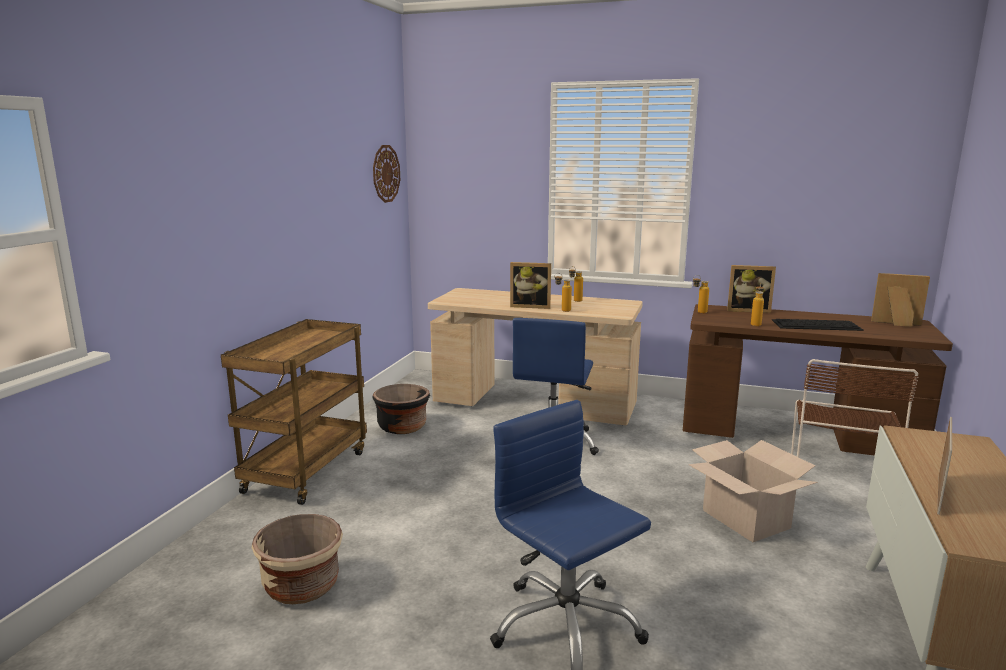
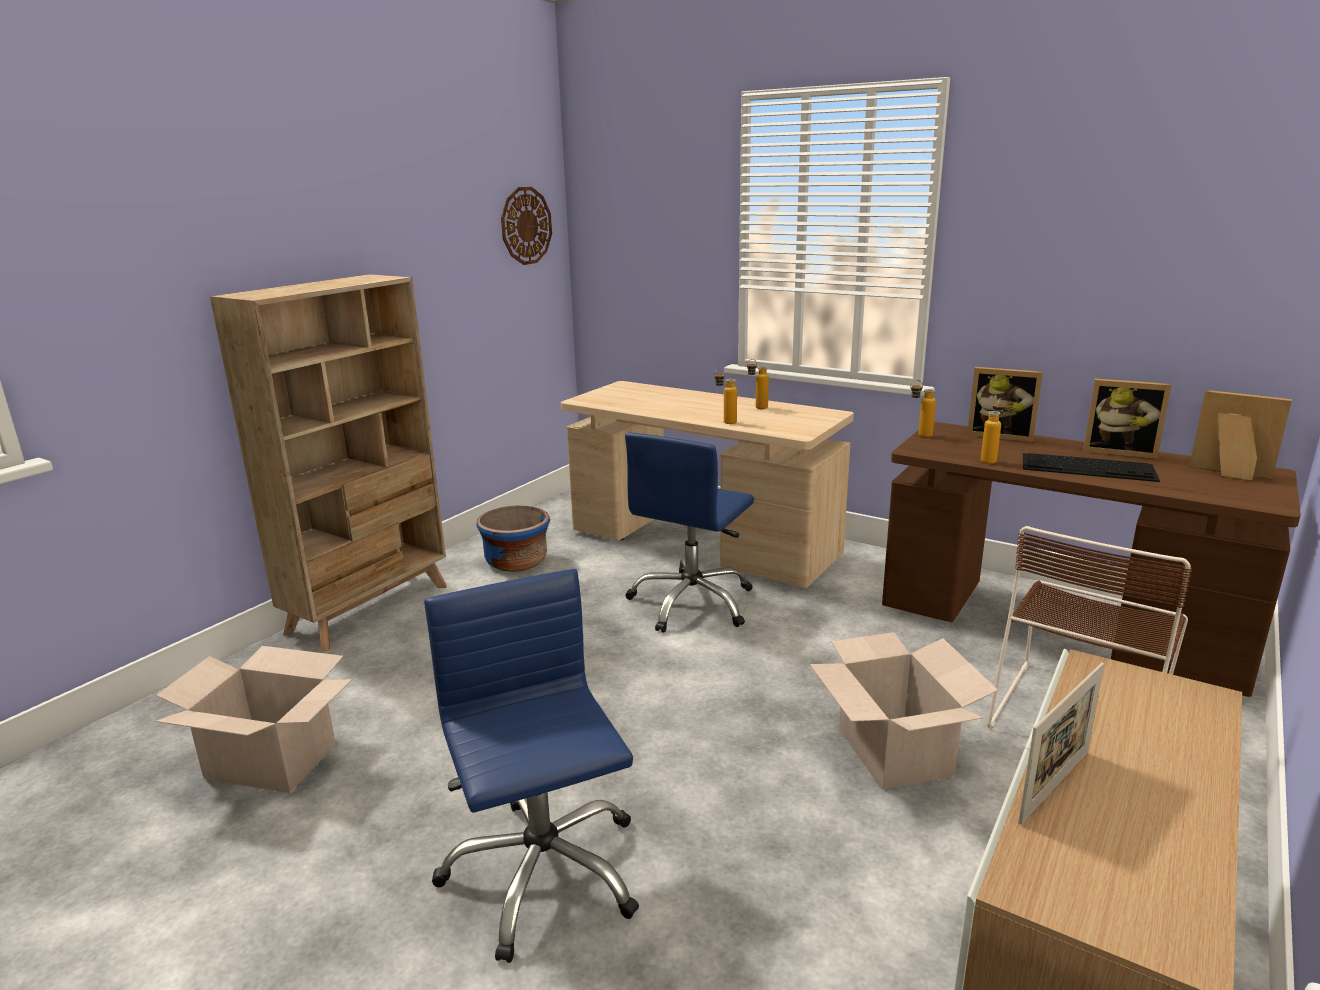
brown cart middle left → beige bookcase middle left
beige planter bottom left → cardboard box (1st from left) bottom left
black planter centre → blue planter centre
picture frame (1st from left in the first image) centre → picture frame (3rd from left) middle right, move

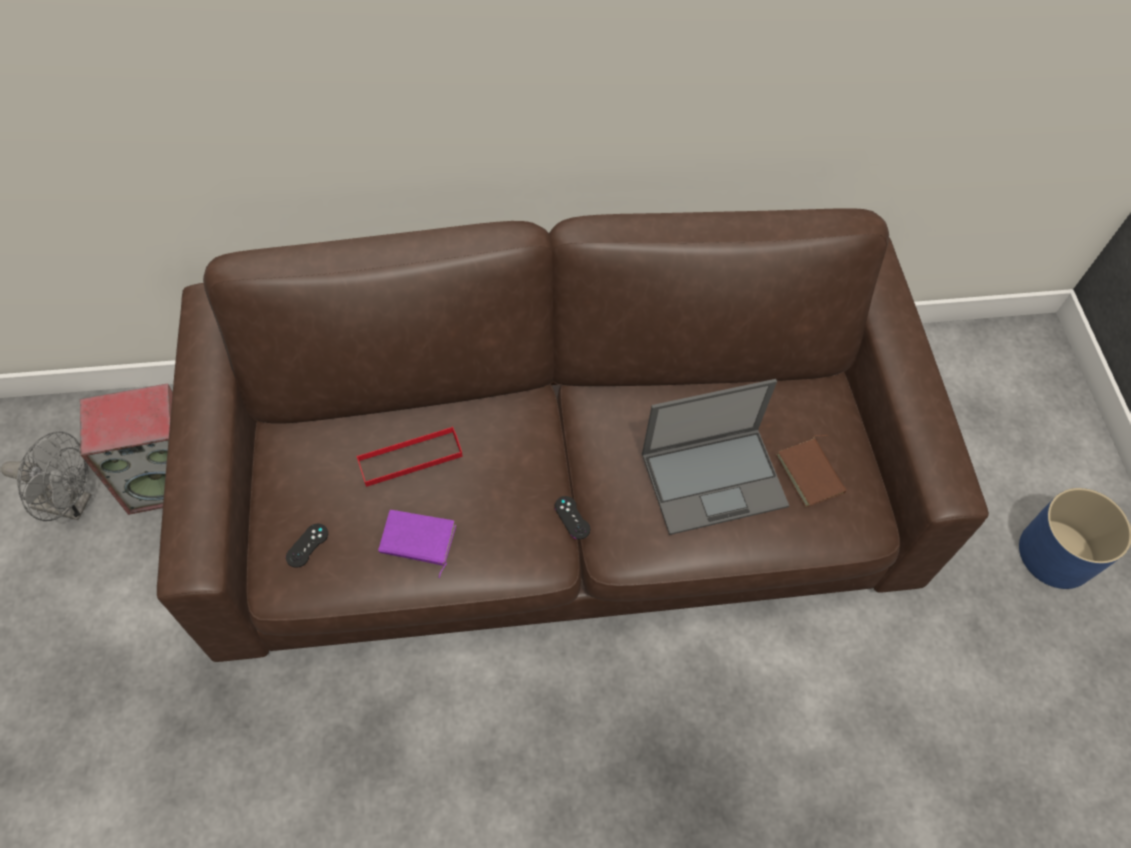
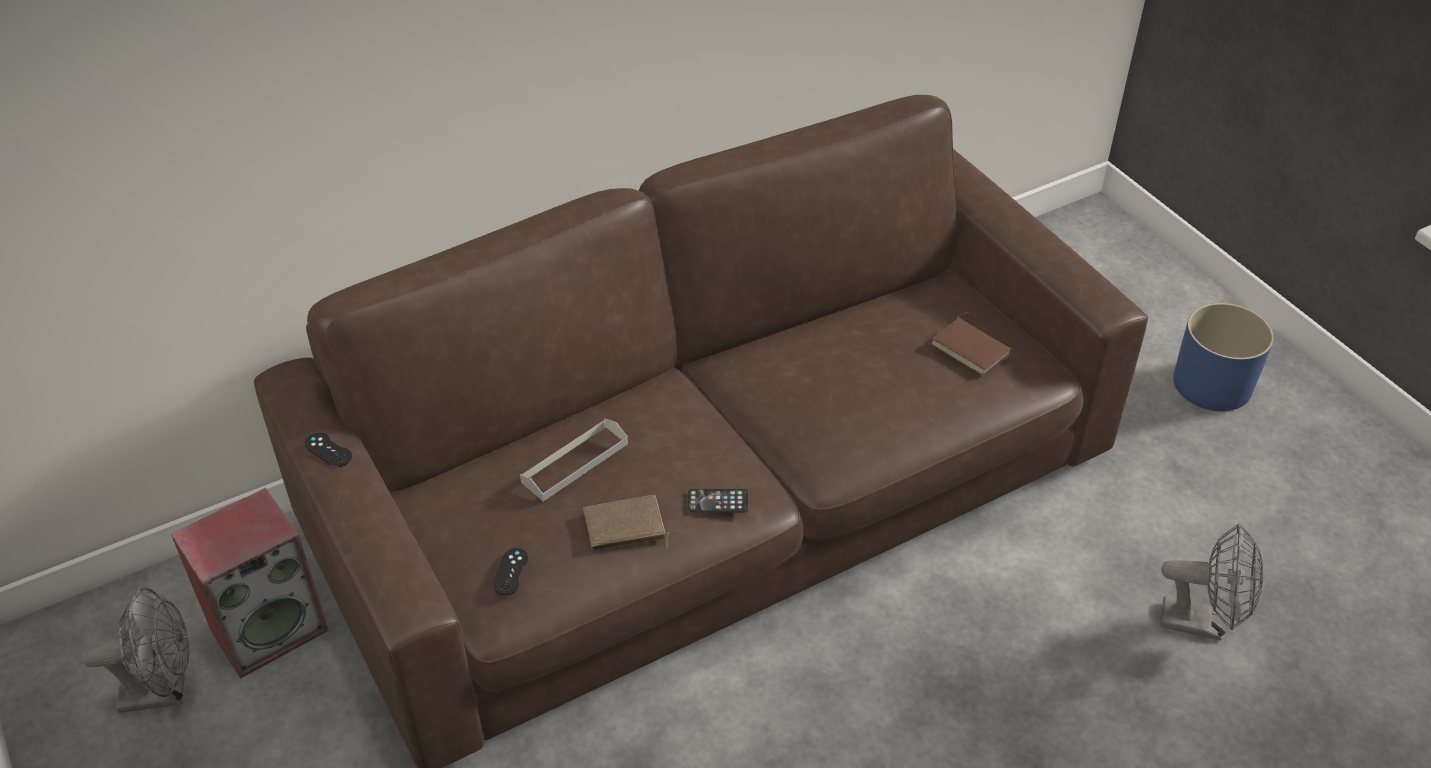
red tray centre → grey tray centre
purple book centre → brown book (1st from left) bottom centre
black game controller (2nd from left in the first image) centre → black game controller (1st from left) middle left, move
laptop centre → -
- → phone centre
- → grey fan (2nd from left) bottom right

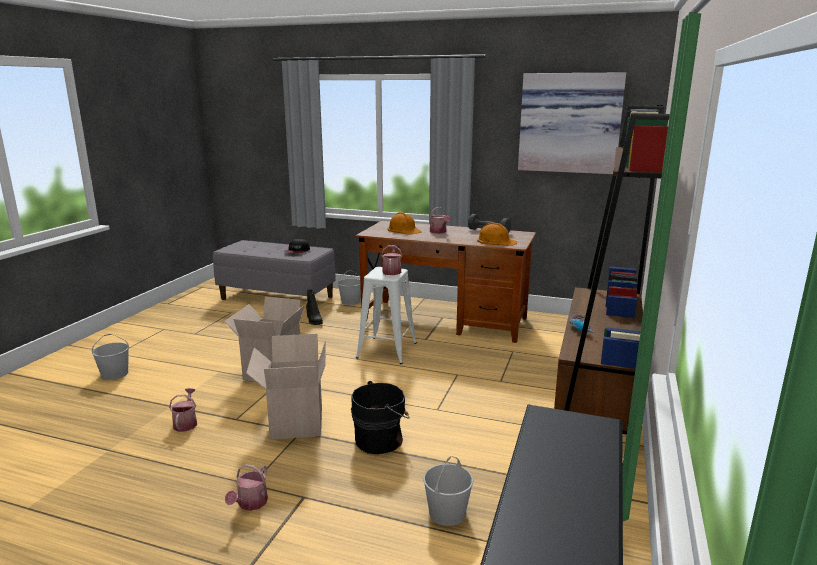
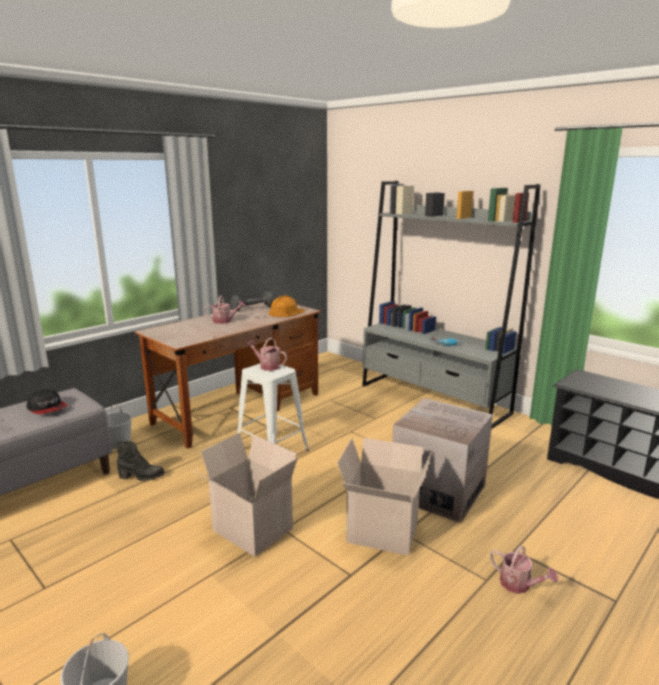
watering can (1st from left) bottom left → -
black bucket bottom centre → cardboard box (3rd from left) bottom right
orange hard hat (1st from left) centre → -
white bucket (3rd from left) bottom centre → -
picture top right → -
brown bookcase middle right → grey bookcase middle right

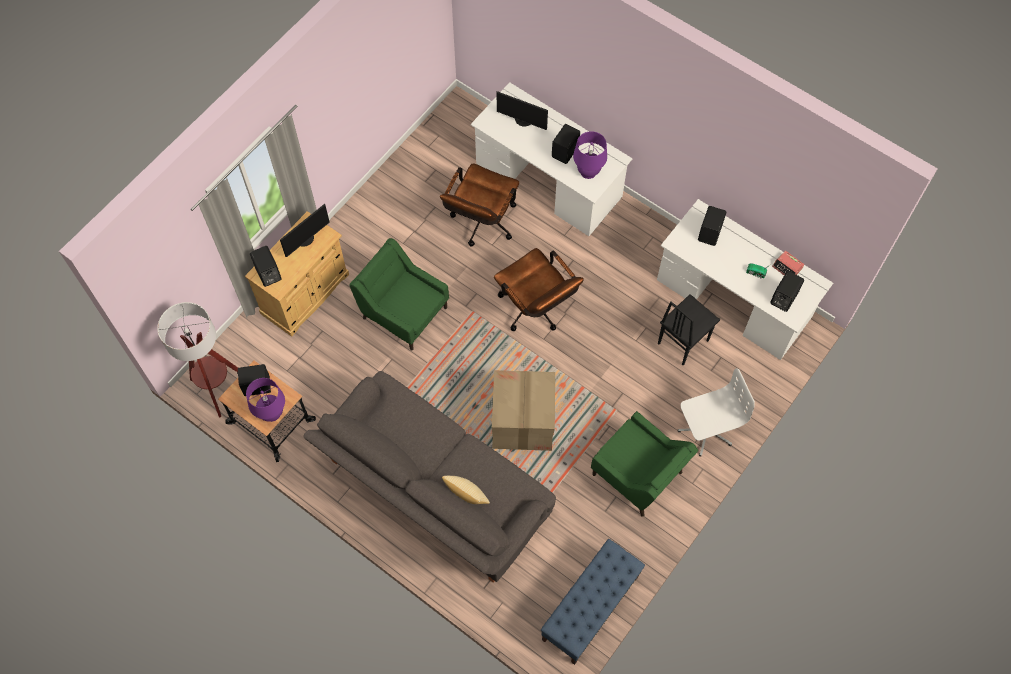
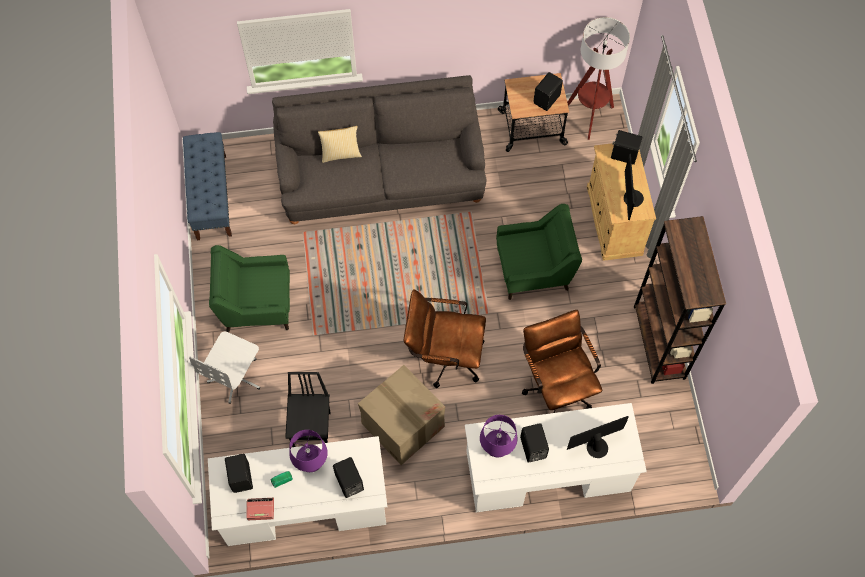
purple table lamp (1st from left) middle left → purple table lamp (1st from left) bottom centre, move
cardboard box centre → cardboard box bottom centre, move
- → brown bookcase middle right

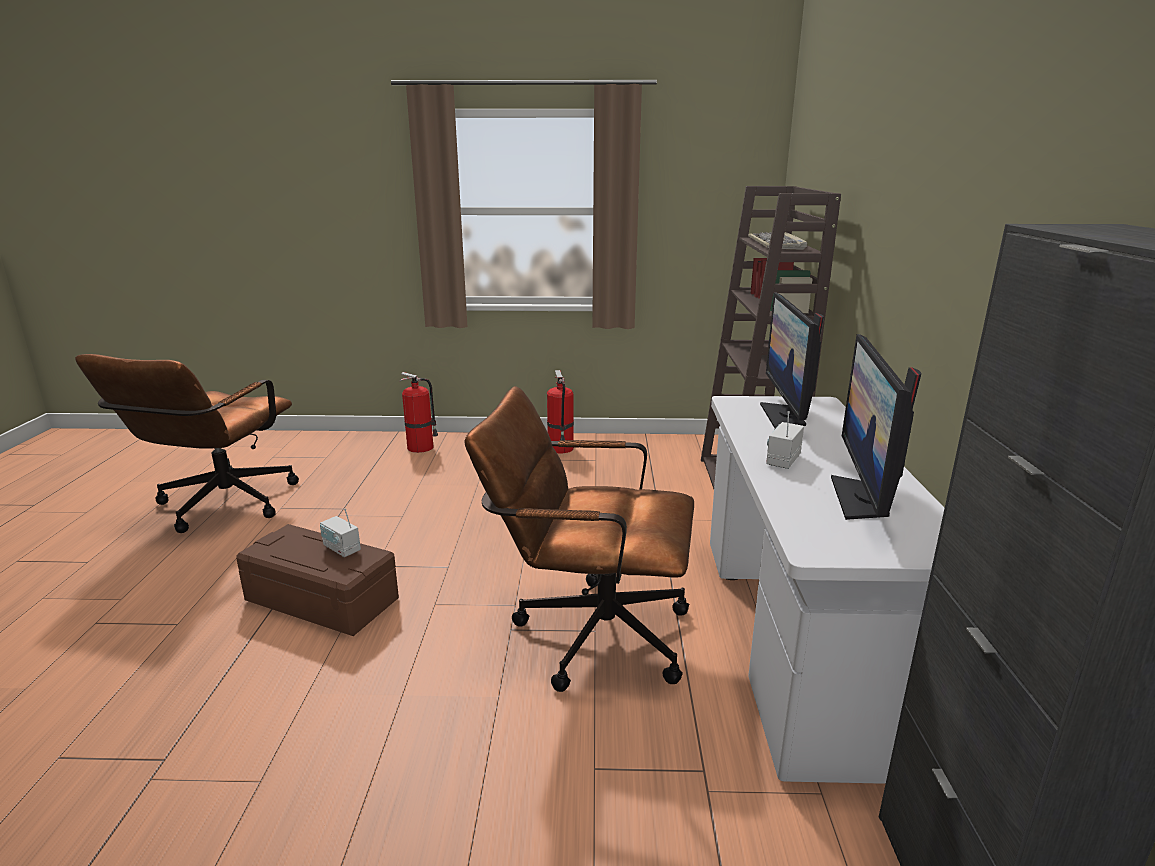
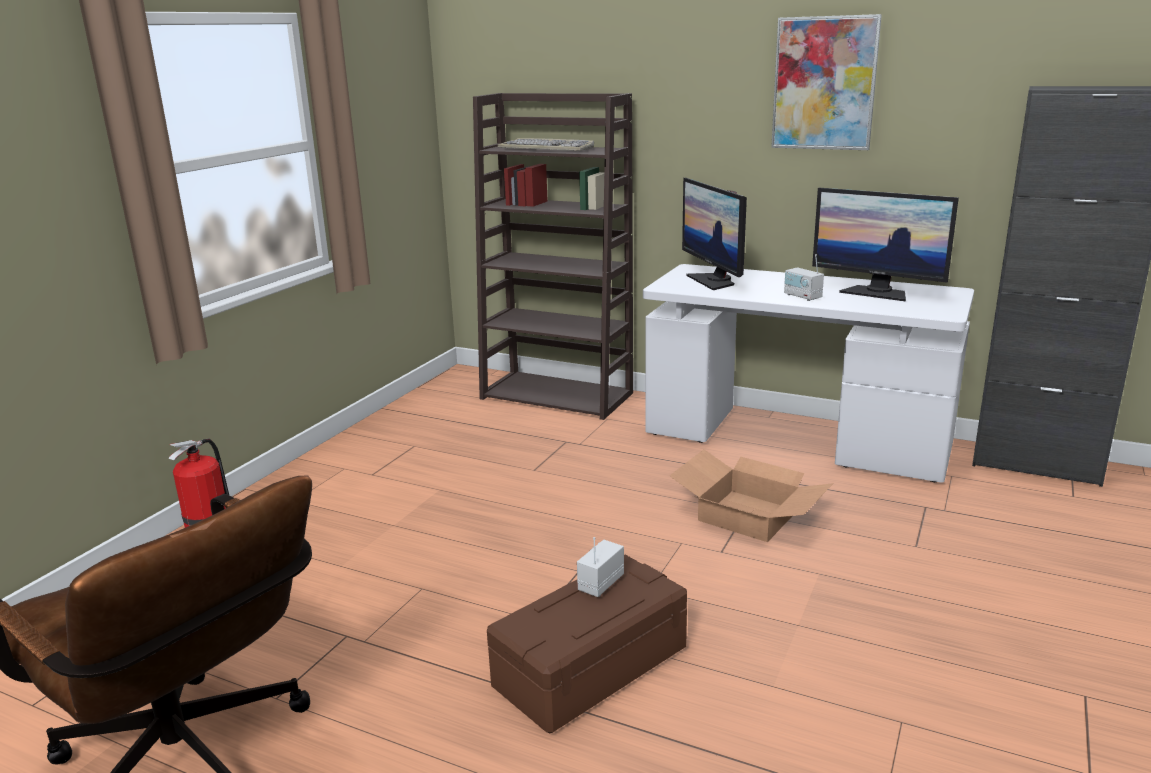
radio (1st from left) middle left → radio (1st from left) bottom centre, 150 degrees clockwise
brown office chair (2nd from left) centre → cardboard box centre
fire extinguisher (2nd from left) centre → -
monitor (1st from left) middle right → monitor (1st from left) top centre, 45 degrees clockwise
- → picture top right

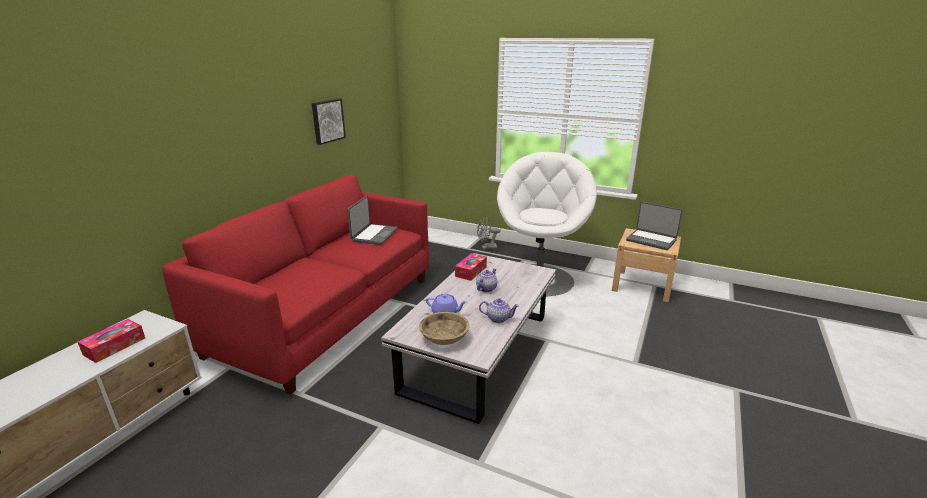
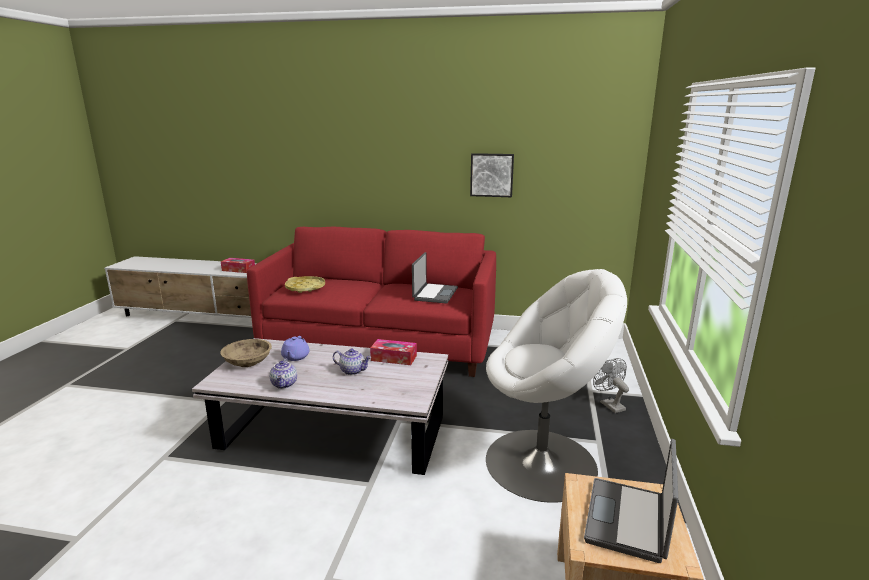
laptop (1st from left) centre, 75 degrees counterclockwise
- → yellow tray centre

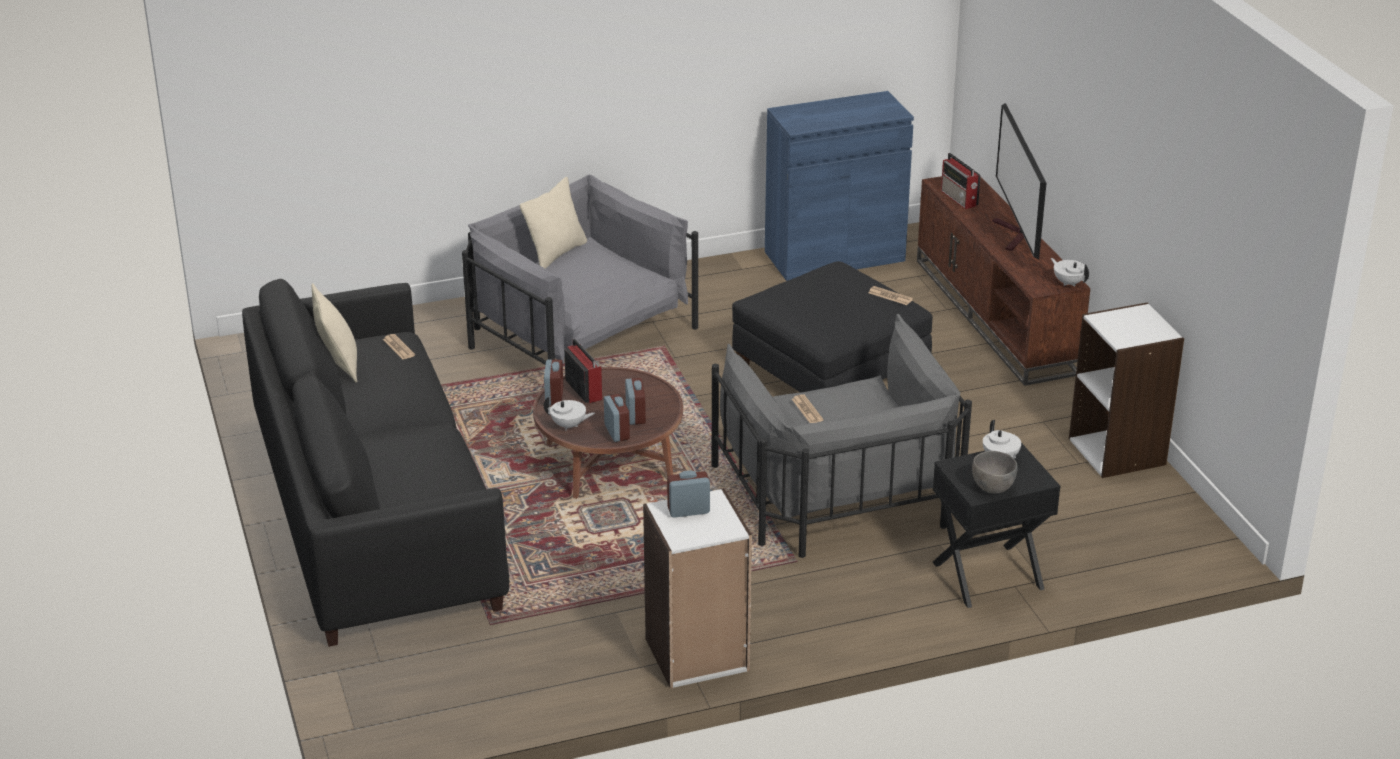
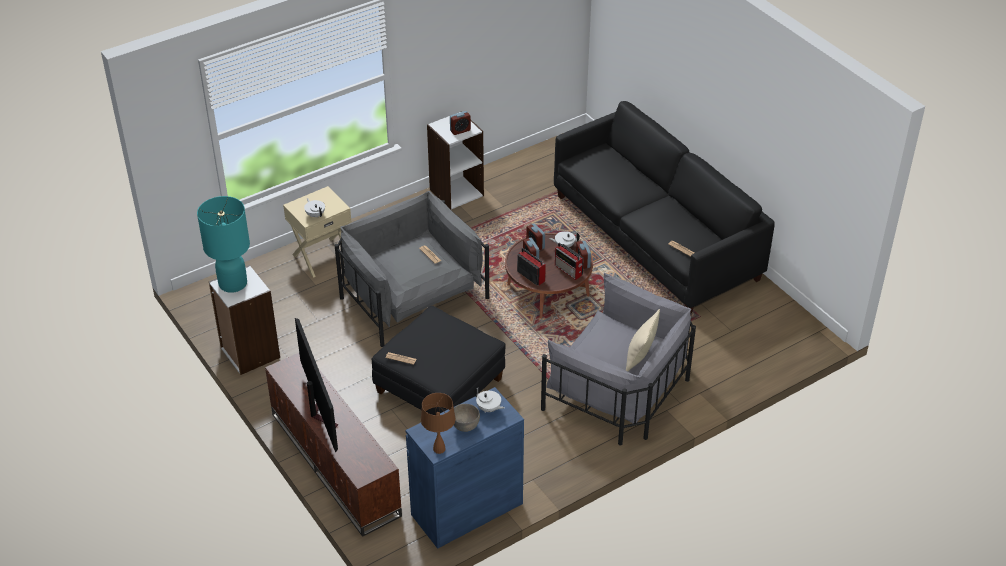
beige pillow (1st from left) middle left → -
black side table bottom right → beige side table middle left
radio (2nd from left in the first image) top right → radio (1st from left) centre, move
grey bowl middle right → grey bowl bottom centre, move
white teapot (3rd from left in the first image) middle right → white teapot (2nd from left) bottom centre, move
- → turquoise table lamp middle left
- → brown table lamp bottom centre

